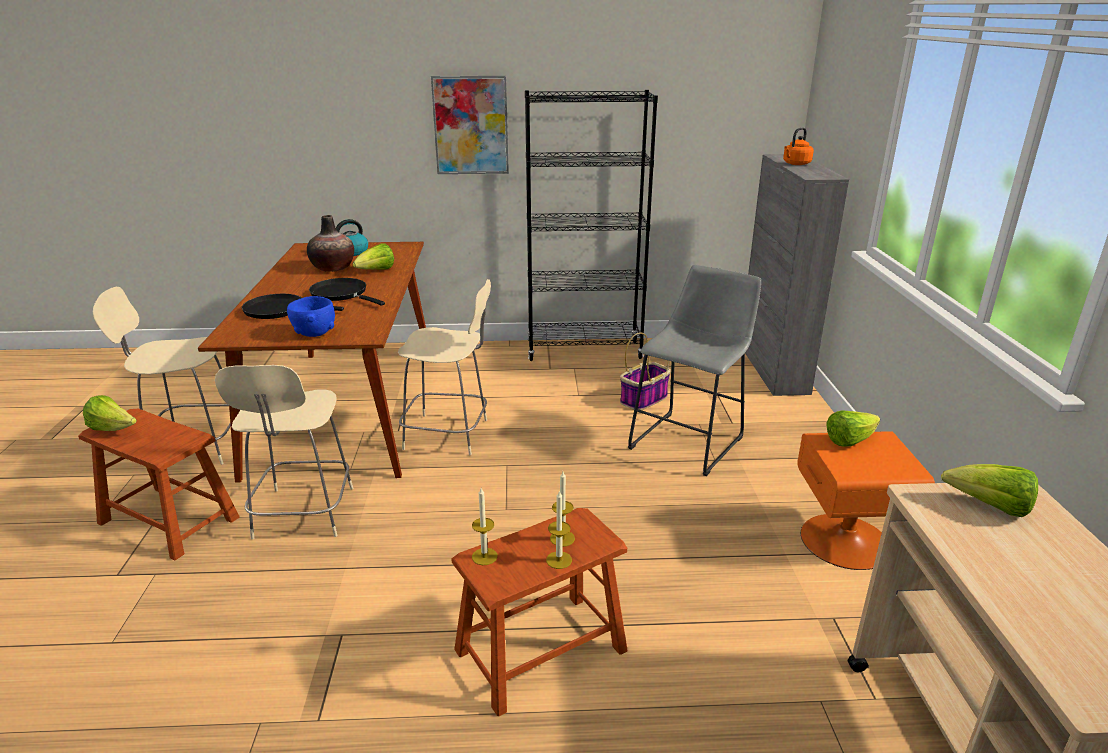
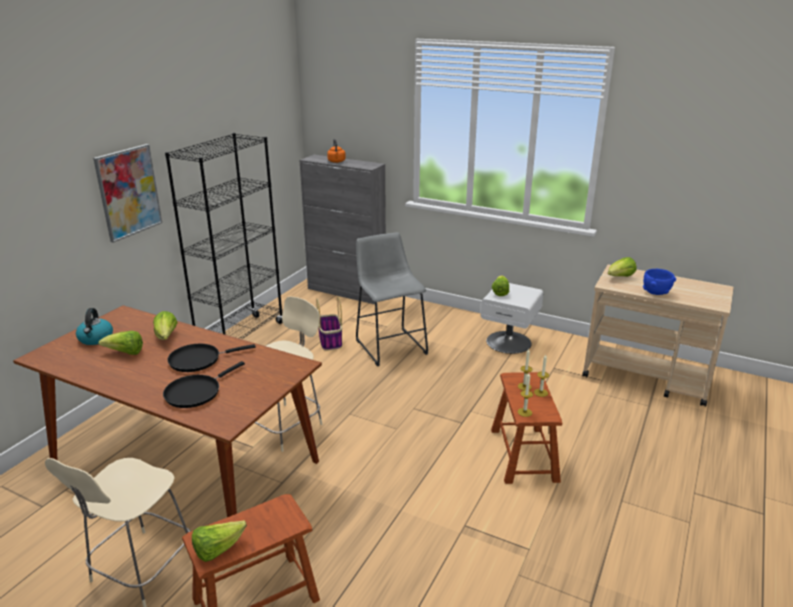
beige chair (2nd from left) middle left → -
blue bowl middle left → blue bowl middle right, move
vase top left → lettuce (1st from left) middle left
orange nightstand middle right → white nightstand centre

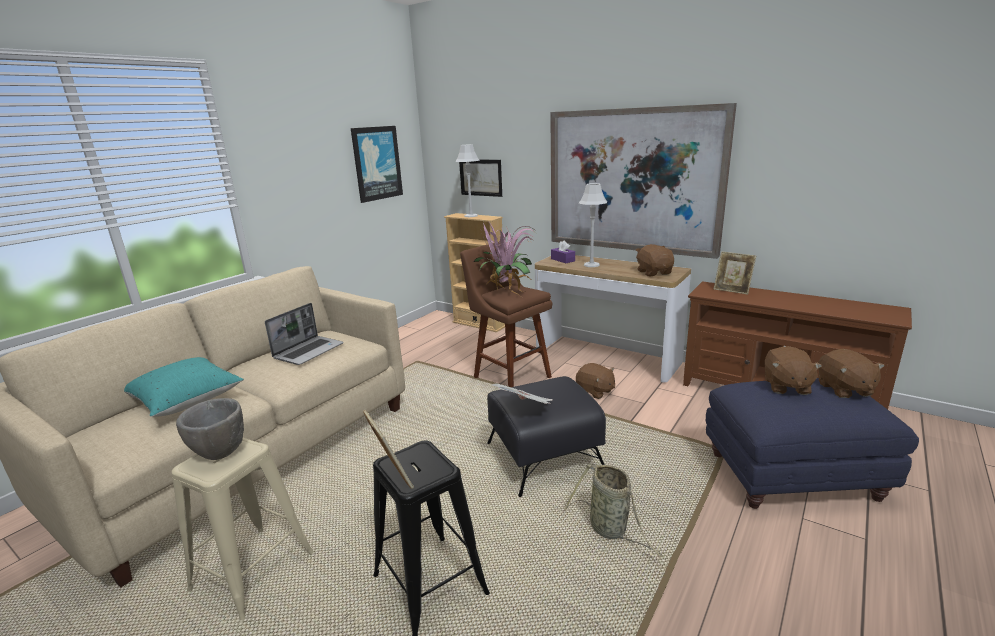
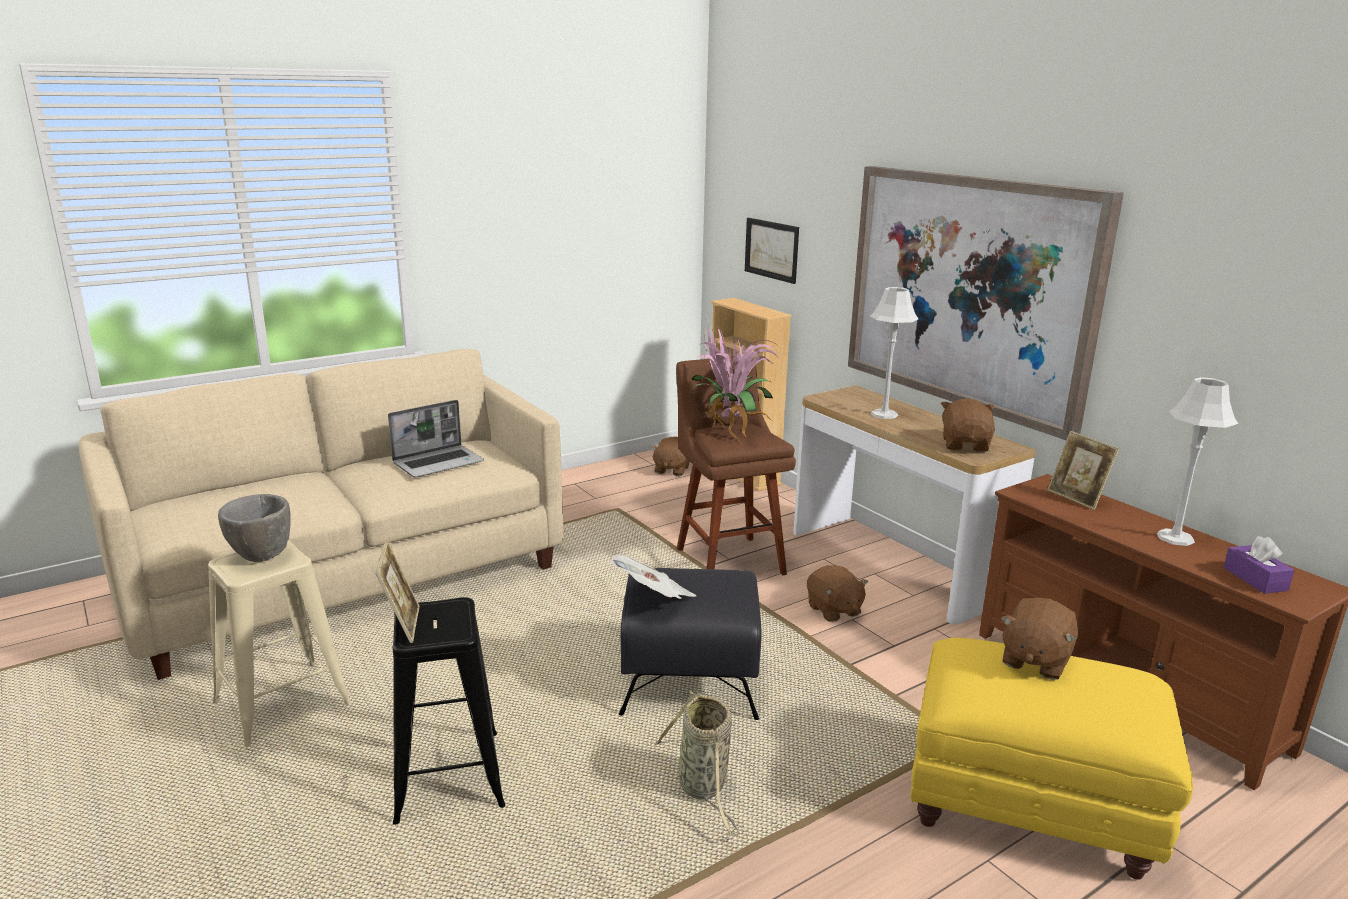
turquoise pillow middle left → -
picture (1st from left) top centre → -
grey table lamp (1st from left in the first image) top centre → grey table lamp (2nd from left) middle right, move
purple tissue box centre → purple tissue box middle right, move
blue ottoman bottom right → yellow ottoman bottom right
brown plush toy (4th from left in the first image) middle right → brown plush toy (1st from left) centre, move

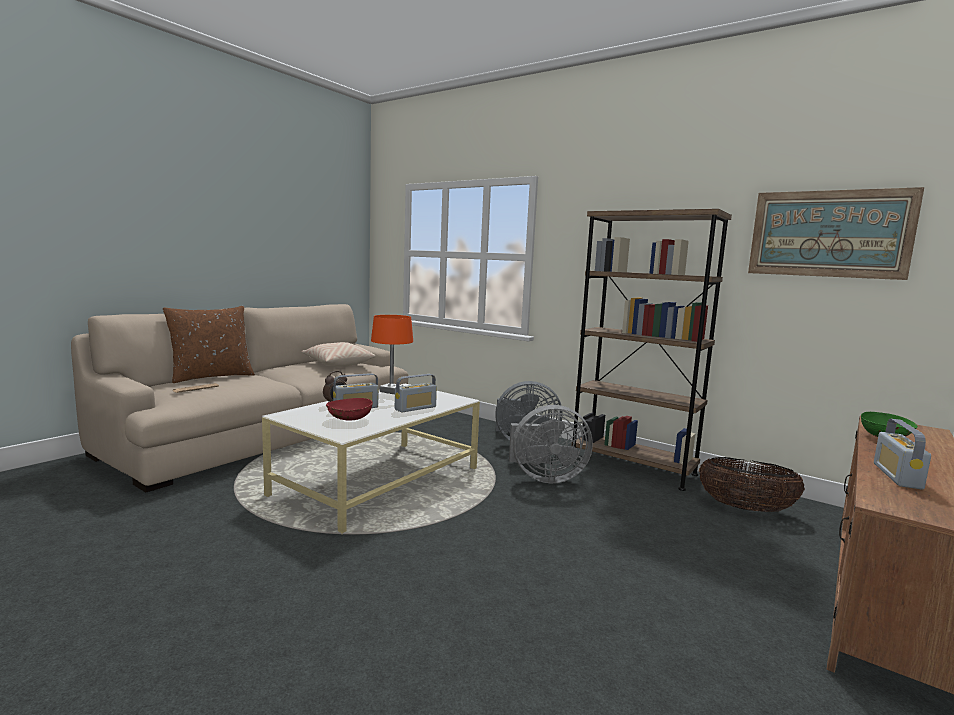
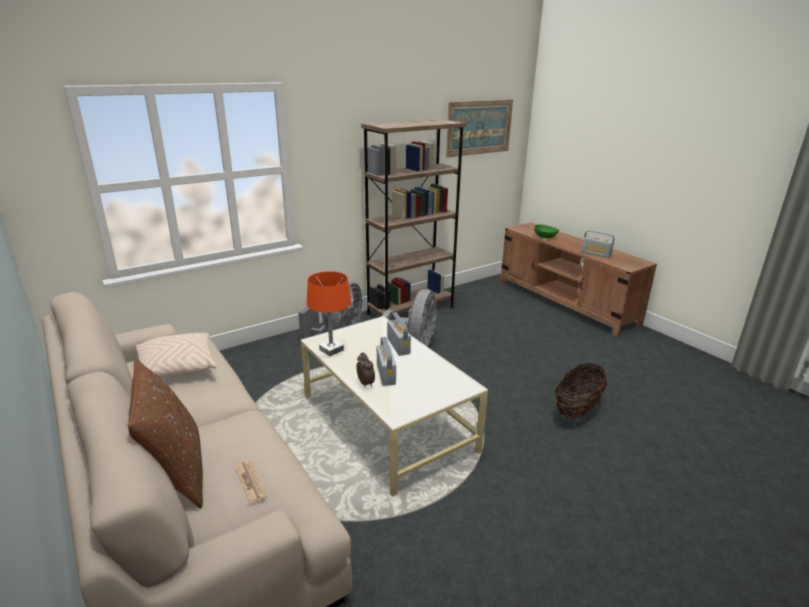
red bowl centre → -
basket bottom right → basket middle right, move

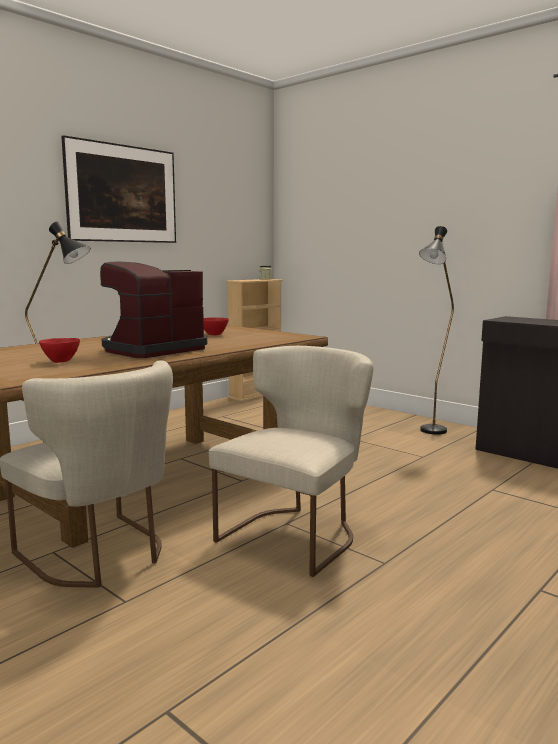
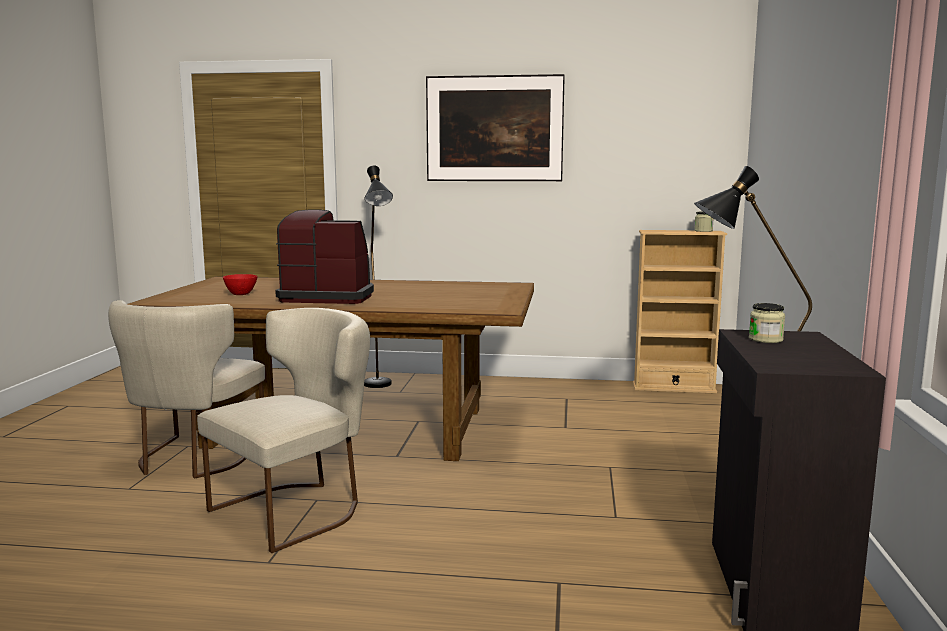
red bowl (2nd from left) centre → -
beige chair (2nd from left) centre → beige chair (2nd from left) bottom left, 45 degrees counterclockwise
- → jar (2nd from left) middle right

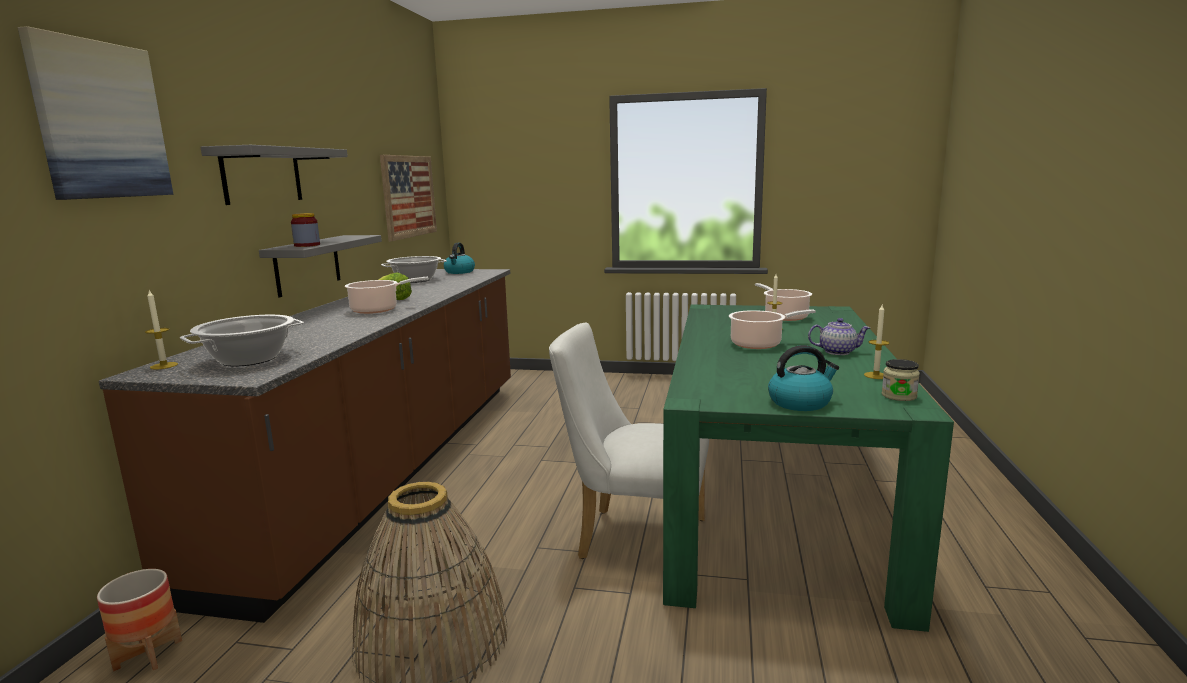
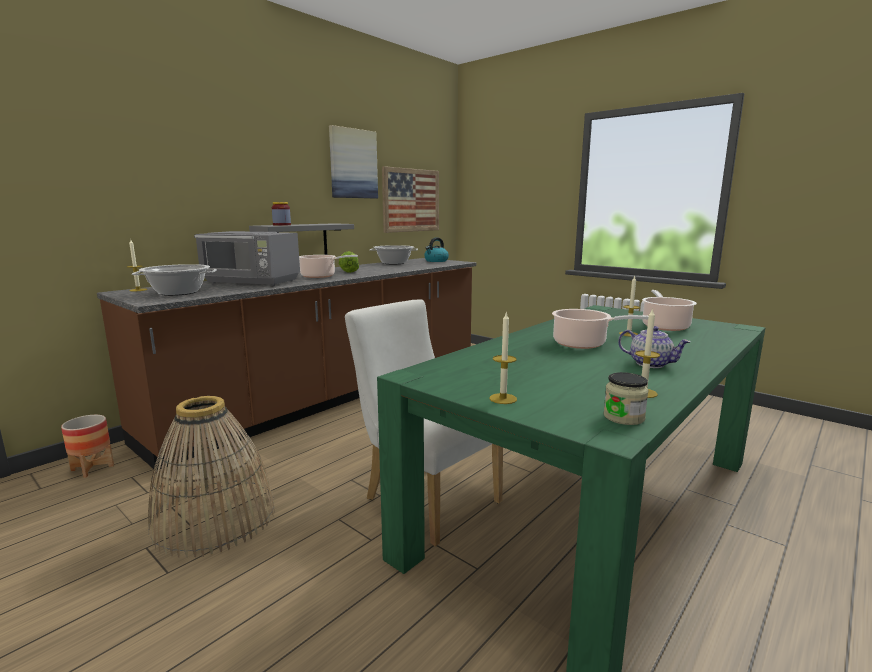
picture (1st from left) top left → picture (1st from left) top centre, move
grey shelf (1st from left) top left → -
kettle (2nd from left) middle right → candle (2nd from left) centre
- → grey microwave middle left

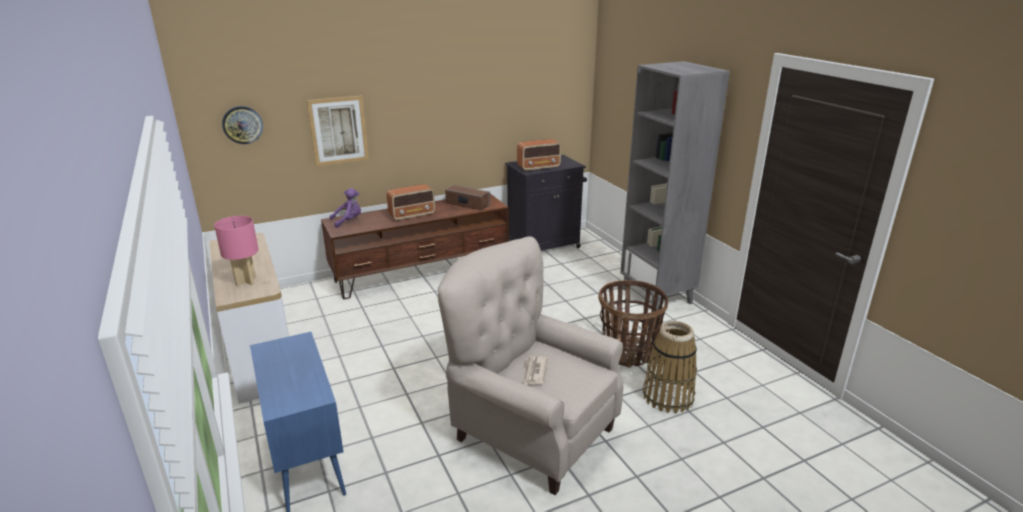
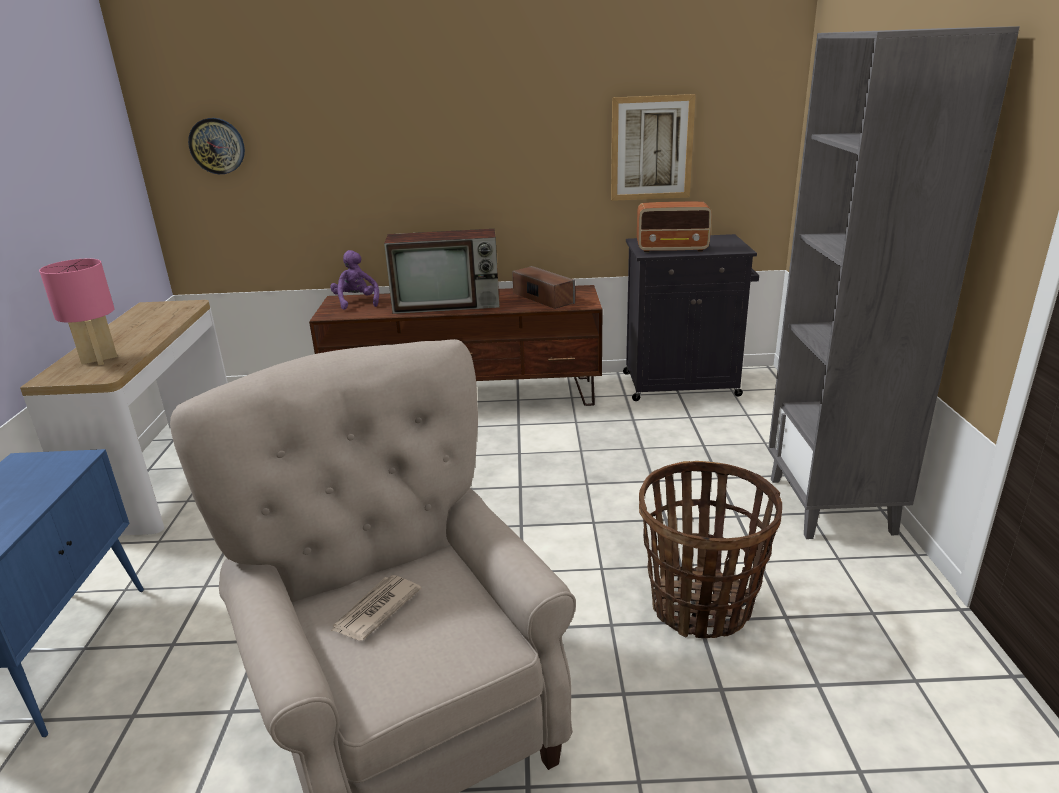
picture top left → picture top centre, move
purple plush toy centre, 105 degrees counterclockwise
radio (1st from left) centre → television centre
basket (2nd from left) bottom centre → -

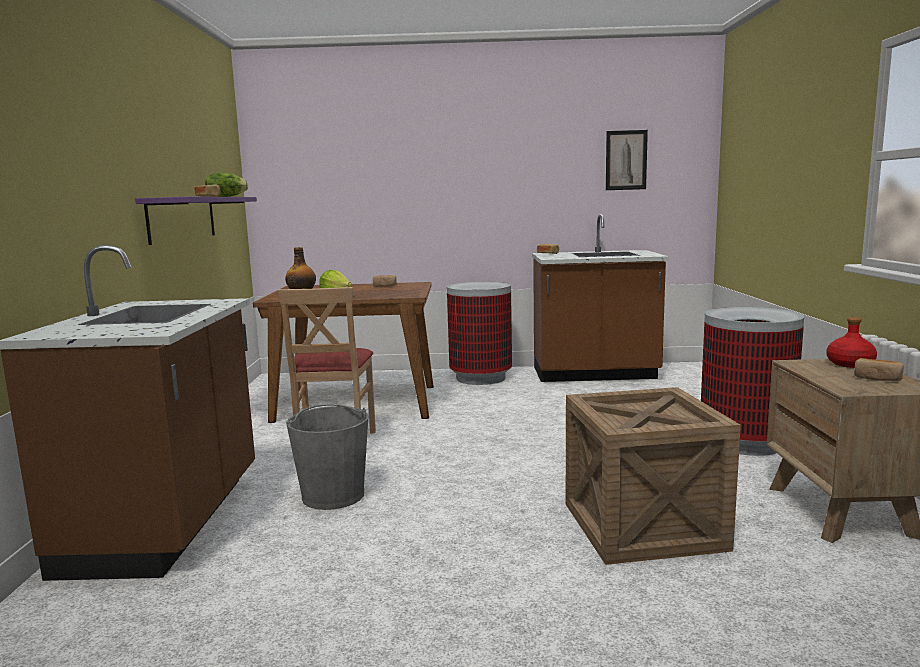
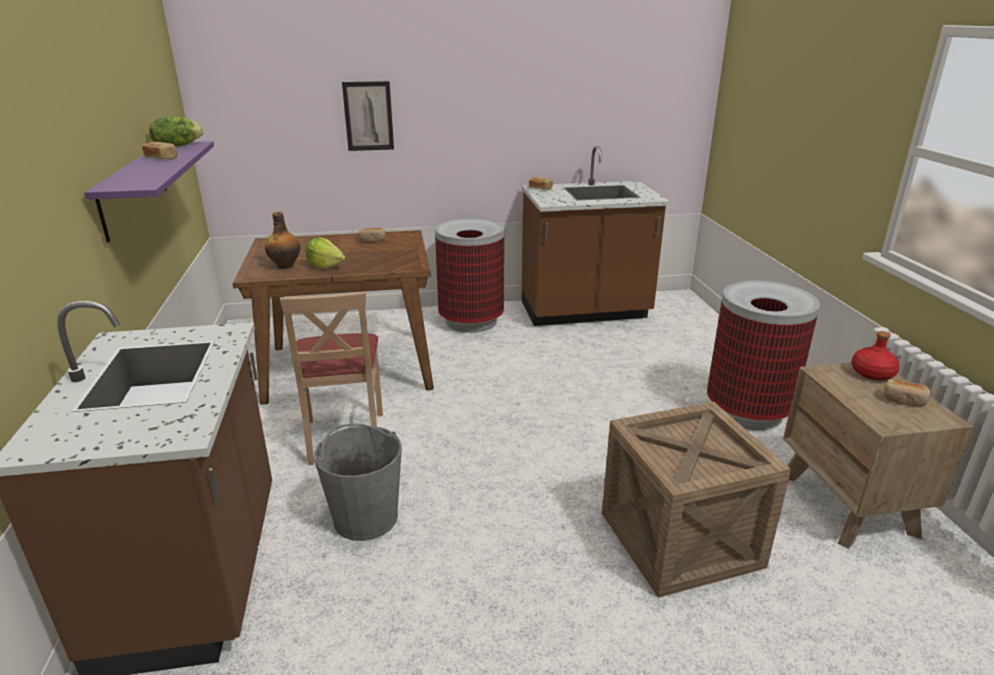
picture top right → picture top centre, move

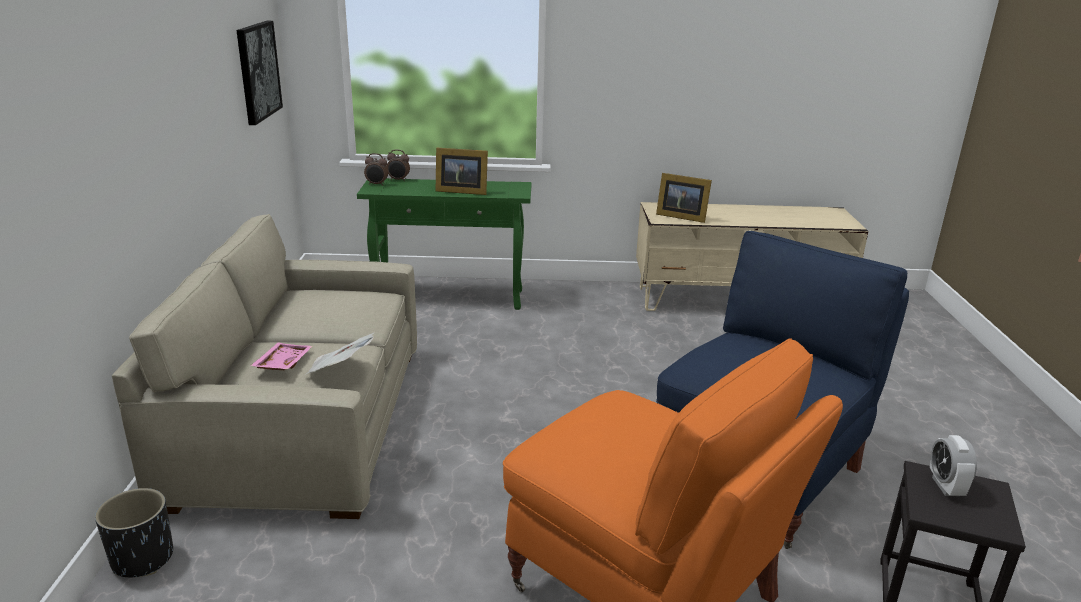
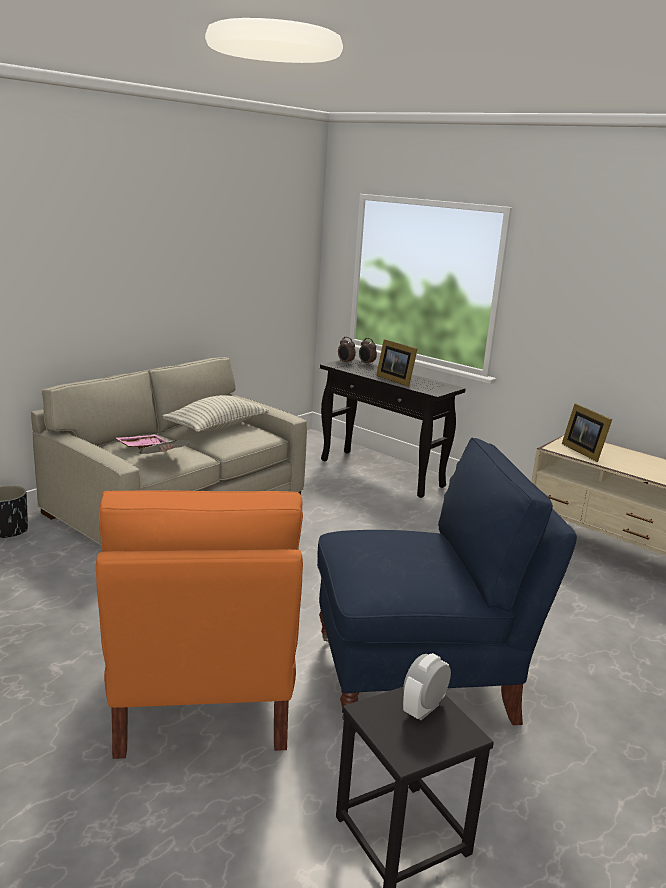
picture top left → -
green console table centre → black console table centre
- → pillow middle left

